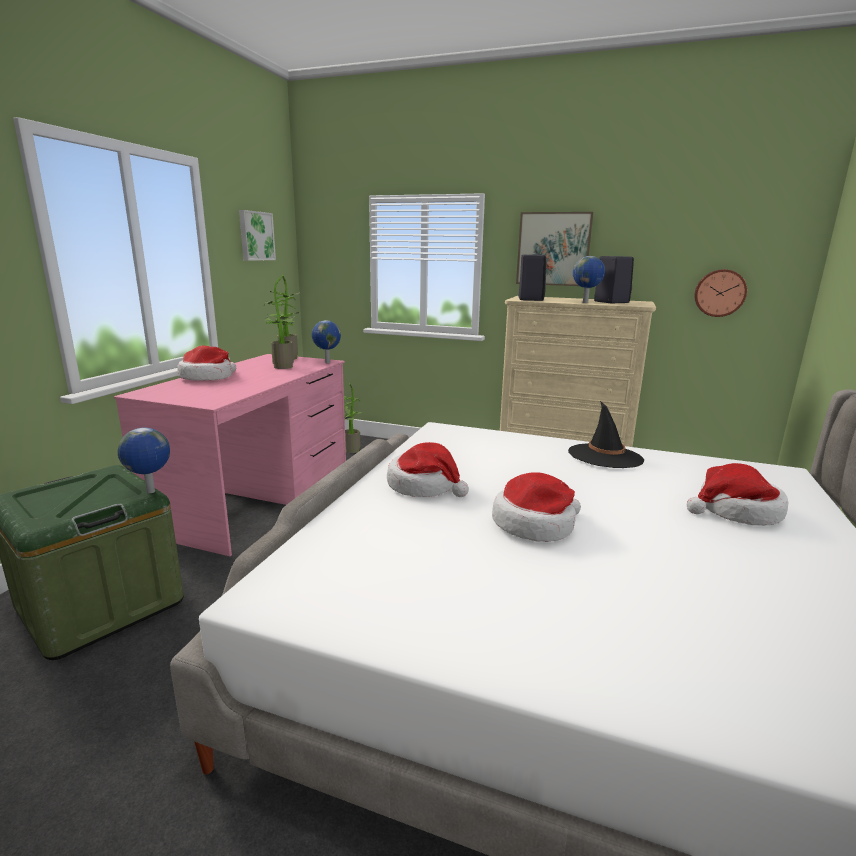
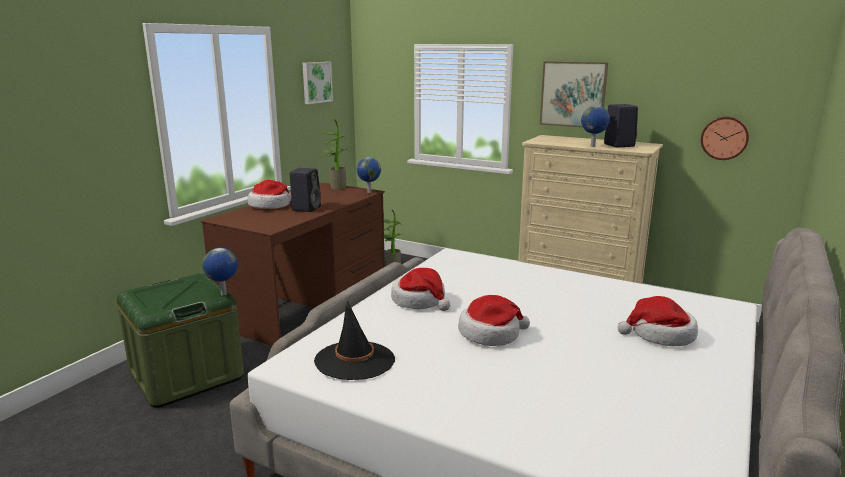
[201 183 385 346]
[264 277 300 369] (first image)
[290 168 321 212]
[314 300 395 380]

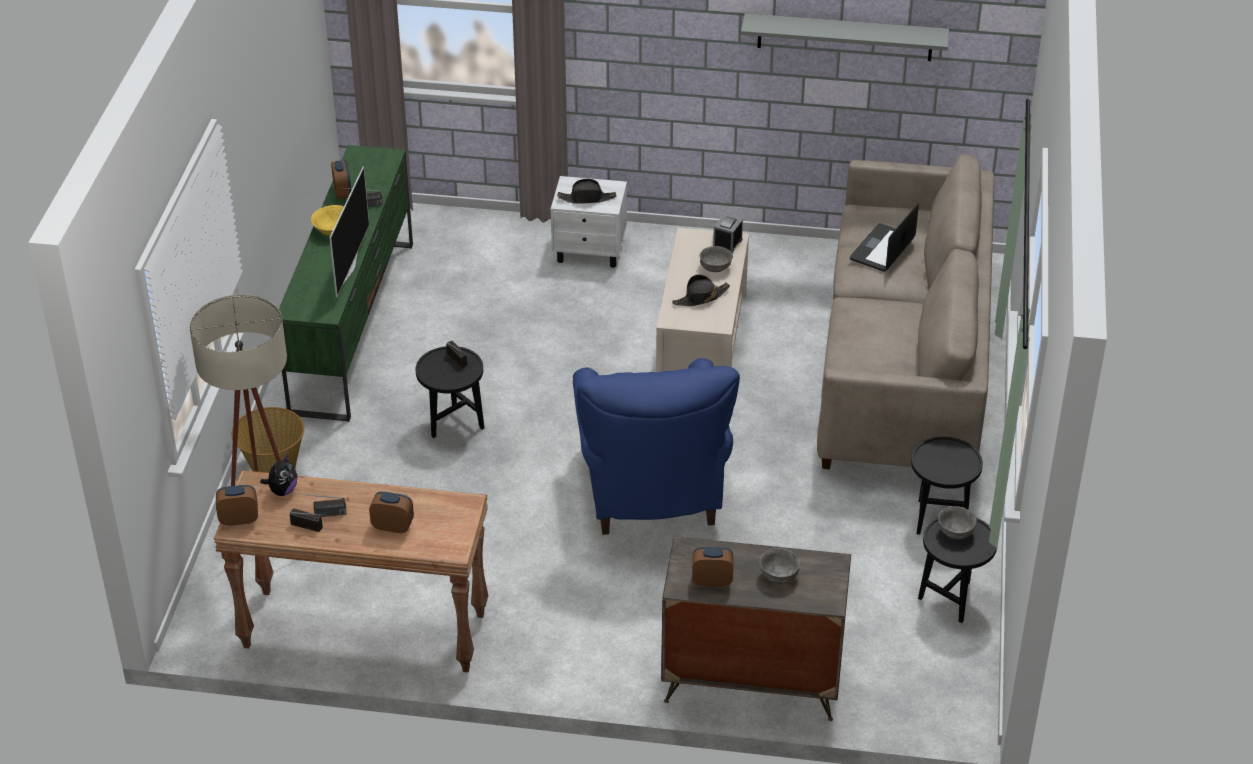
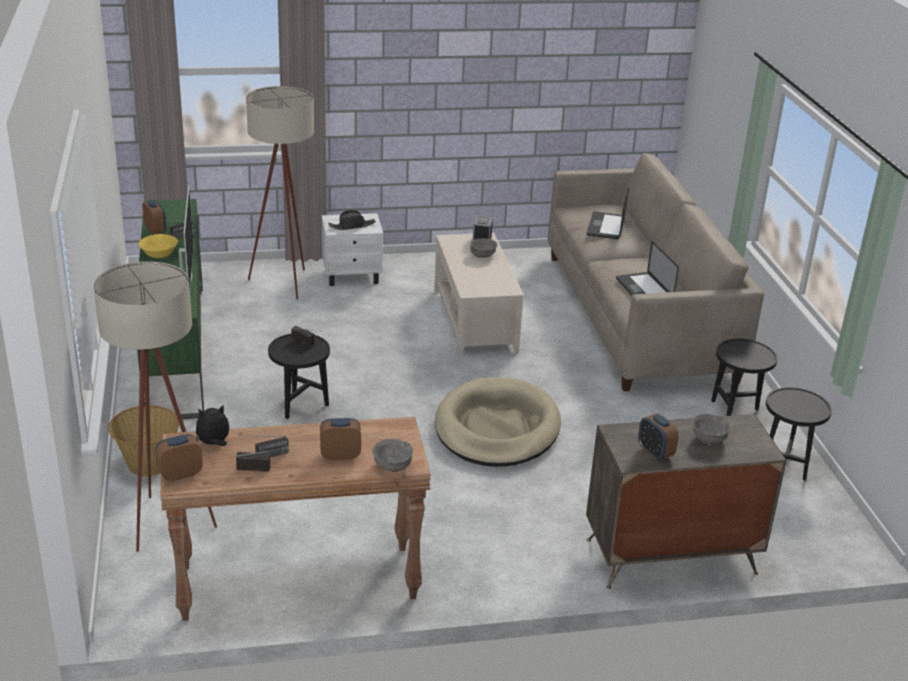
[195 405 229 446]
[435 377 561 467]
[672 274 730 306] (first image)
[638 413 678 460]
[741 13 949 61] (first image)
[372 439 413 472]
[246 86 314 300]
[616 241 679 295]

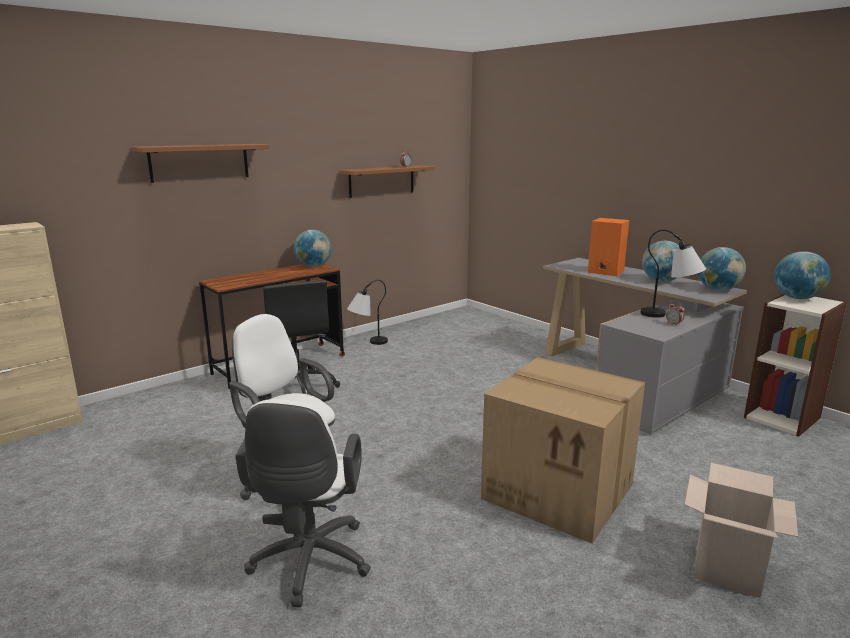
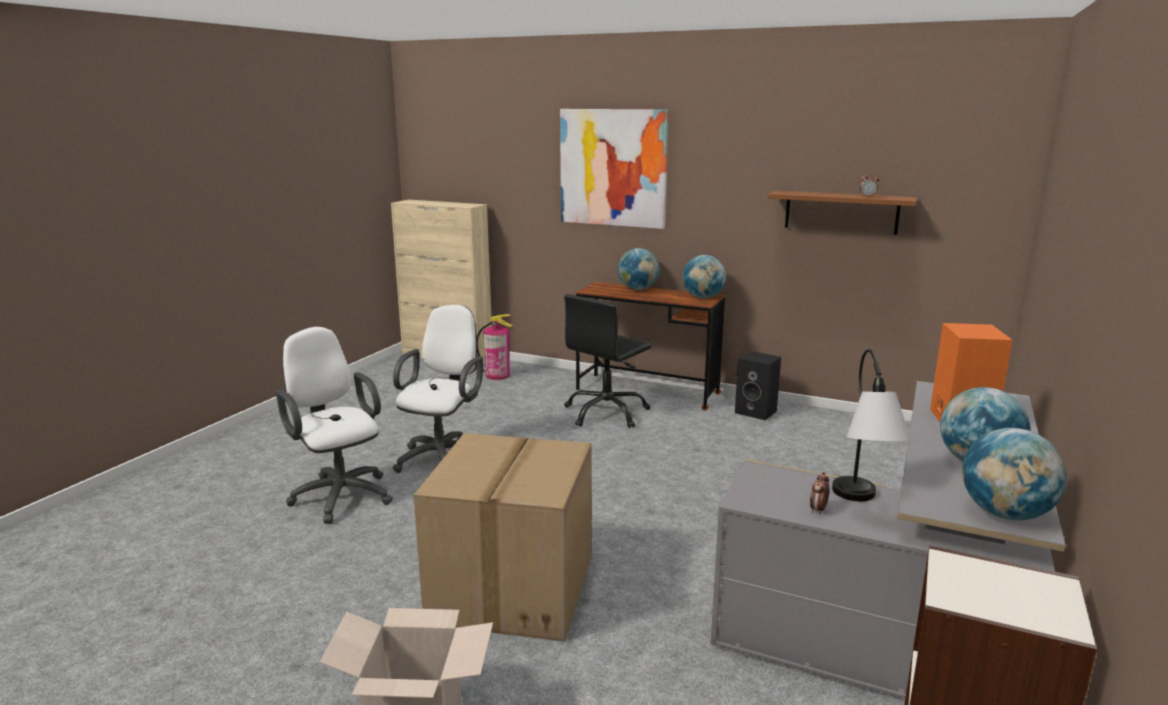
[560 109 669 229]
[276 327 393 524]
[735 351 781 420]
[618 248 659 290]
[477 314 513 380]

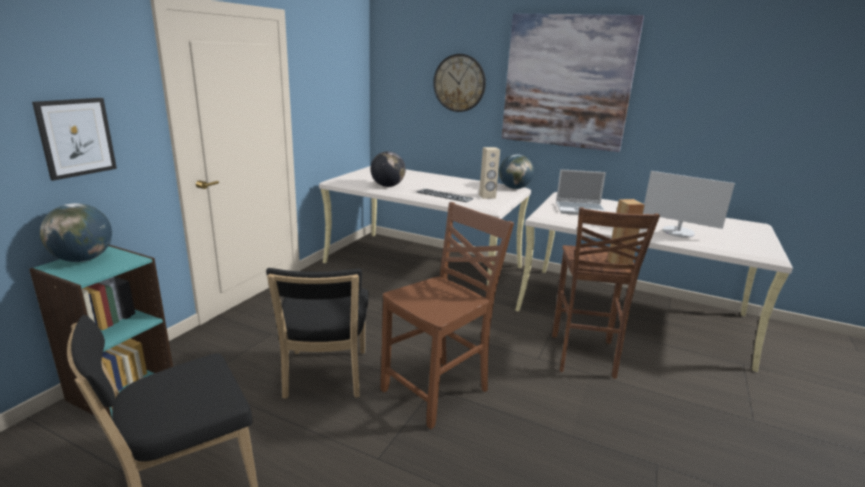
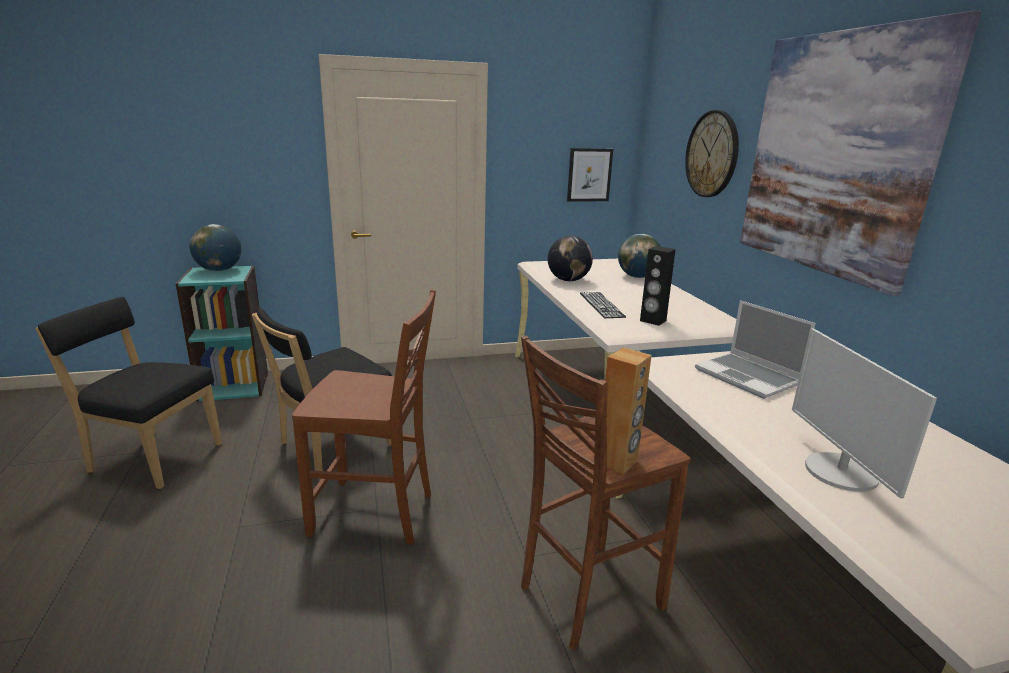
[567 148 613 202]
[640 246 676 326]
[618 234 661 278]

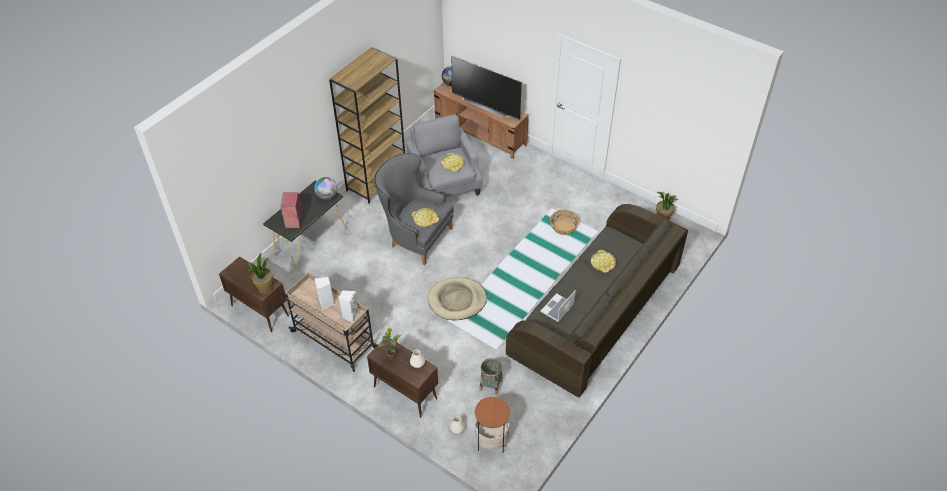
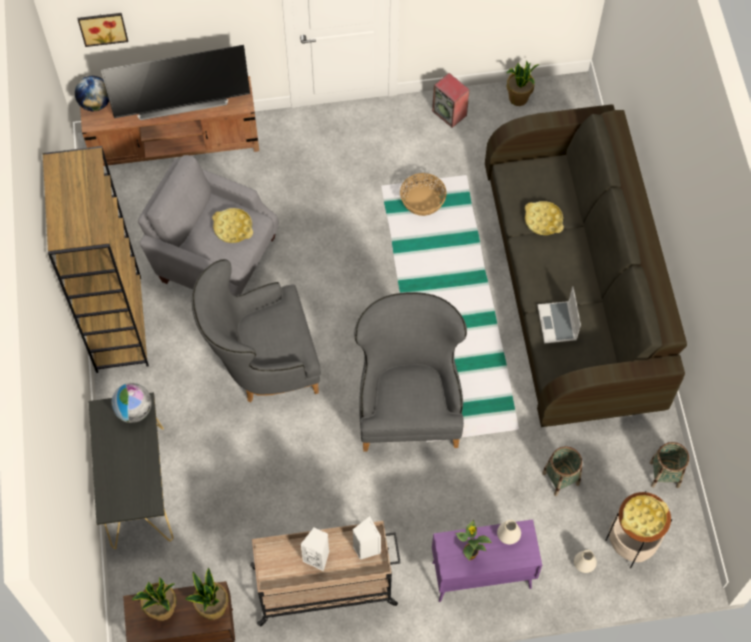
[432 73 470 128]
[432 519 542 602]
[621 495 668 537]
[354 292 467 452]
[78 13 128 47]
[132 577 177 621]
[649 442 689 488]

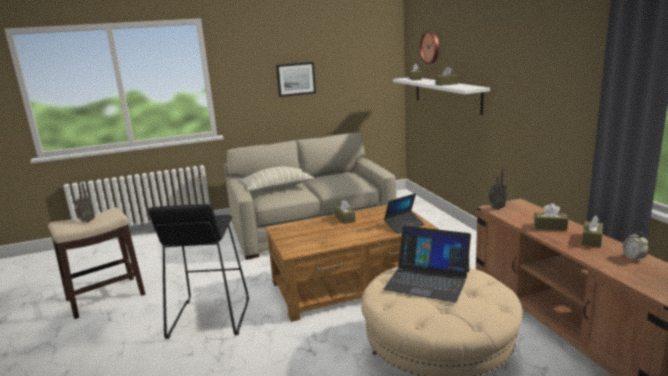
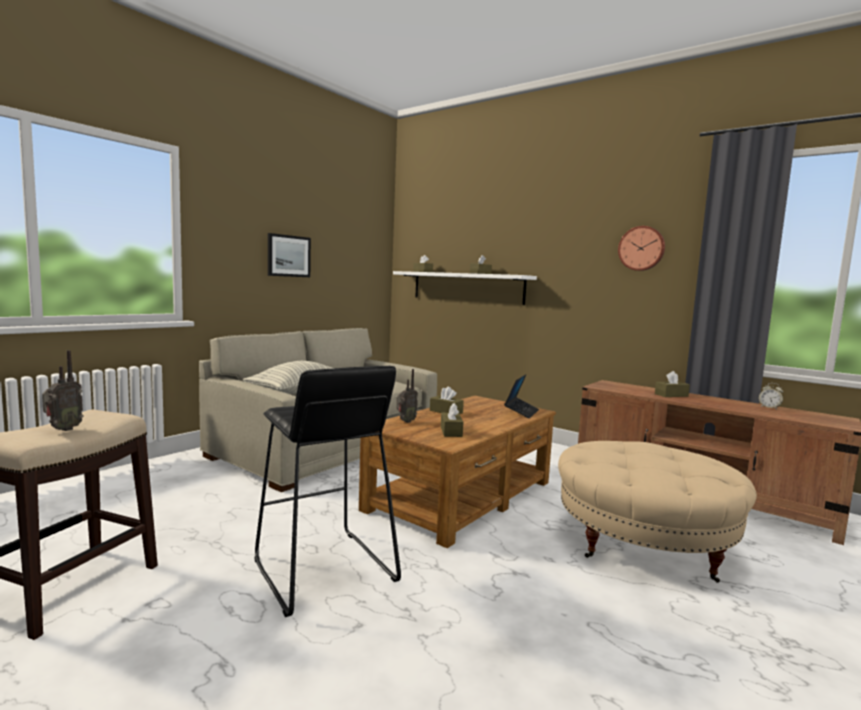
[384 226 471 303] (first image)
[618 226 665 271]
[396 369 418 423]
[441 403 464 437]

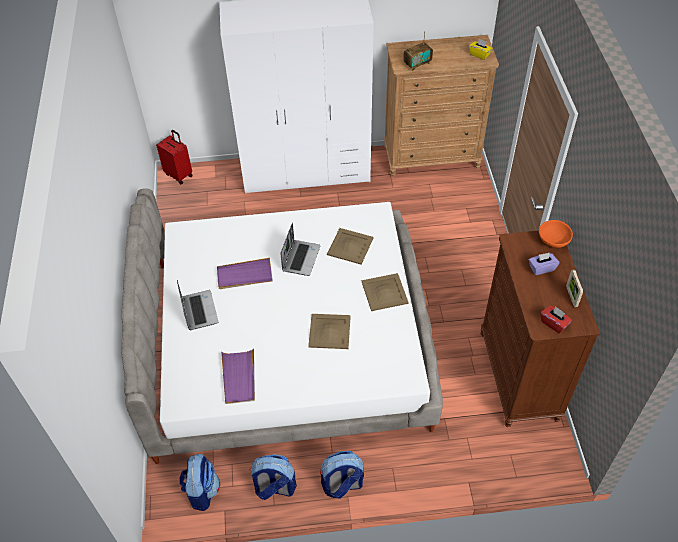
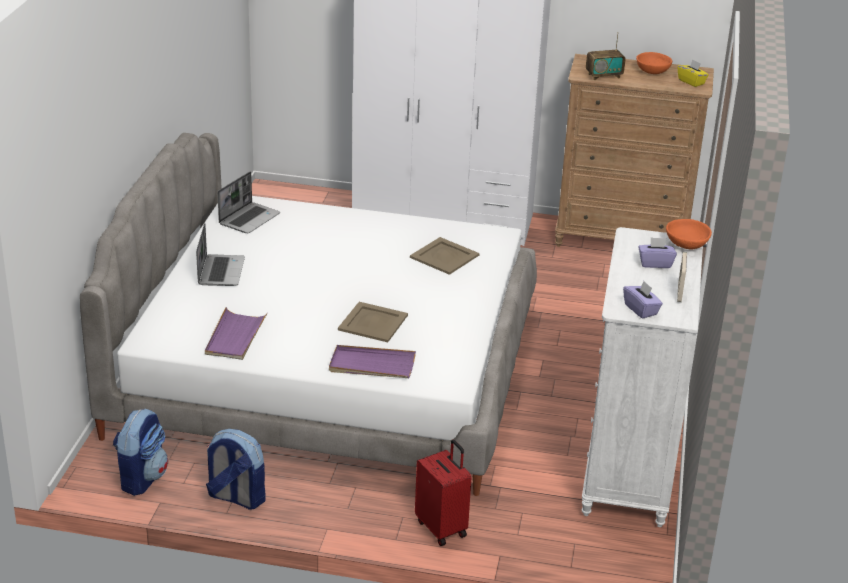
[415 440 472 546]
[329 345 416 378]
[217 171 280 233]
[320 451 364 499] (first image)
[362 273 409 311] (first image)
[582 227 703 527]
[623 281 663 319]
[636 52 672 74]

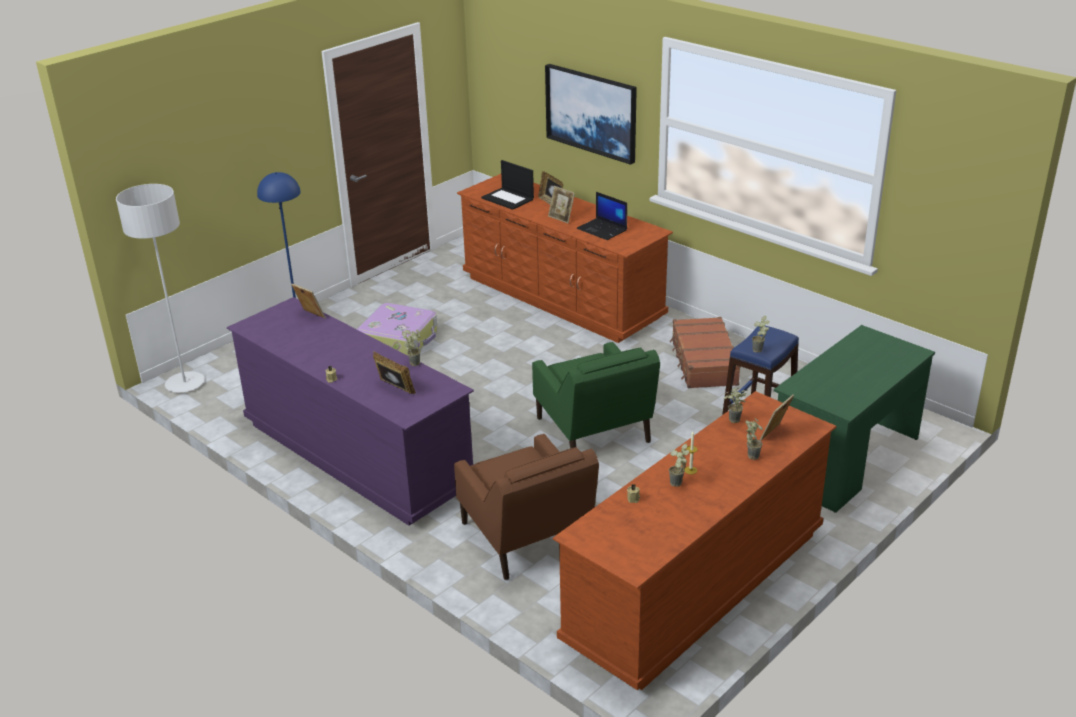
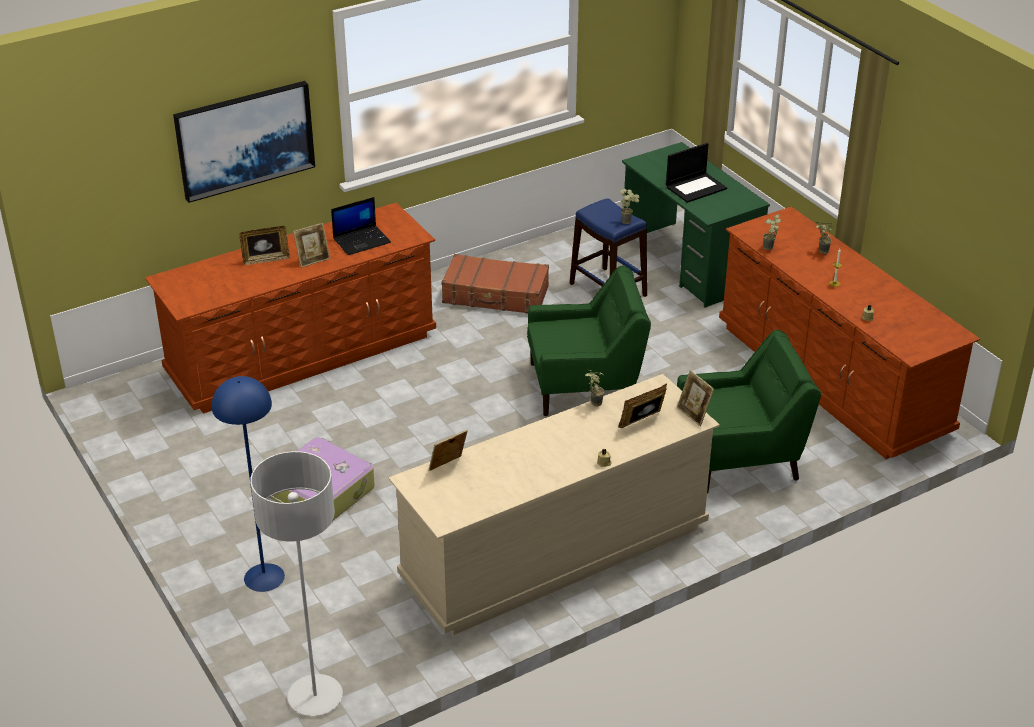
[389 374 720 635]
[677 330 821 493]
[666 143 727 203]
[669 443 689 487] (first image)
[677 370 714 426]

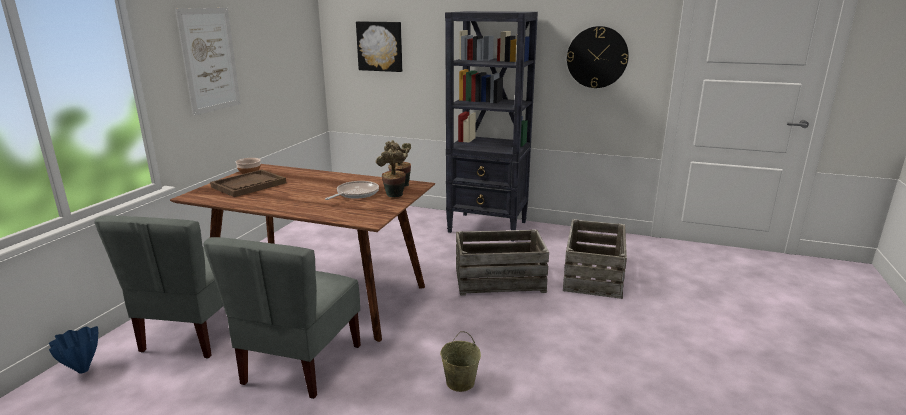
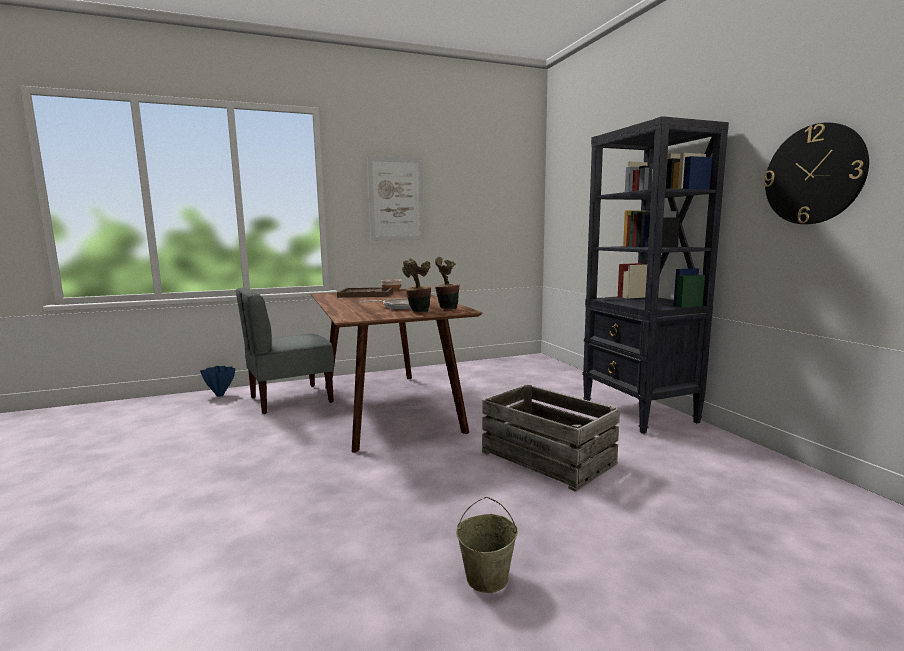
[203 237 361 399] (first image)
[356 21 402 72] (first image)
[456 497 517 593]
[563 219 627 299] (first image)

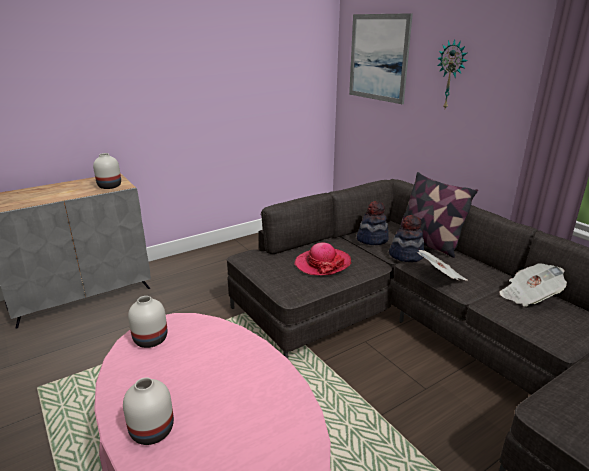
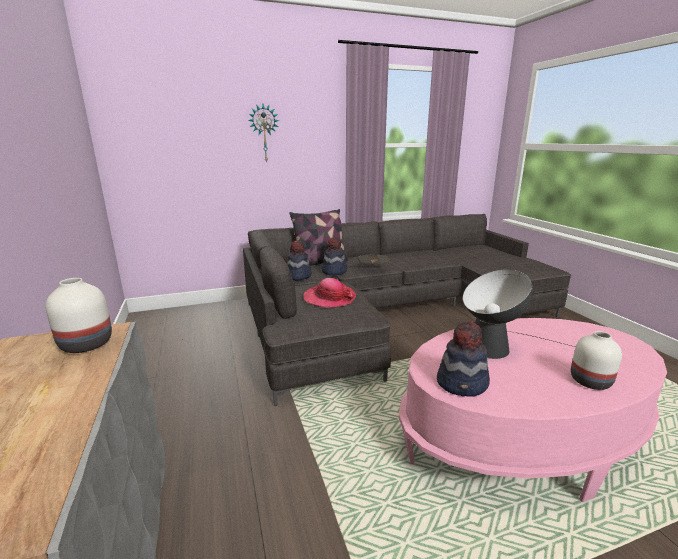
[437 321 490 397]
[349 13 413 104] (first image)
[499 263 567 307] (first image)
[462 269 575 359]

